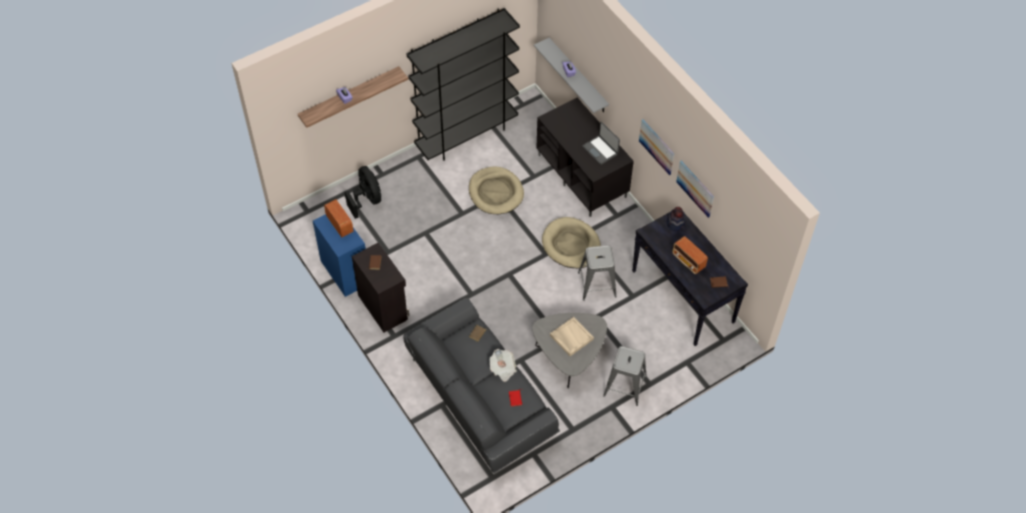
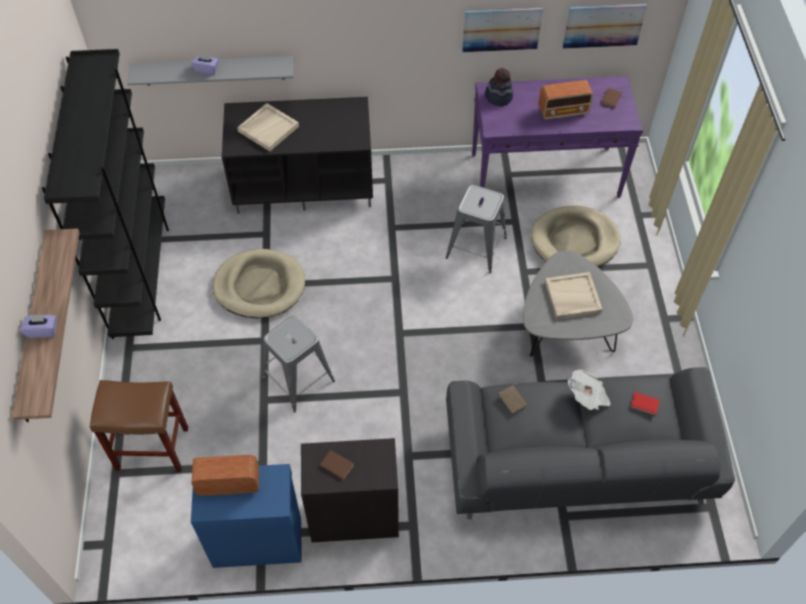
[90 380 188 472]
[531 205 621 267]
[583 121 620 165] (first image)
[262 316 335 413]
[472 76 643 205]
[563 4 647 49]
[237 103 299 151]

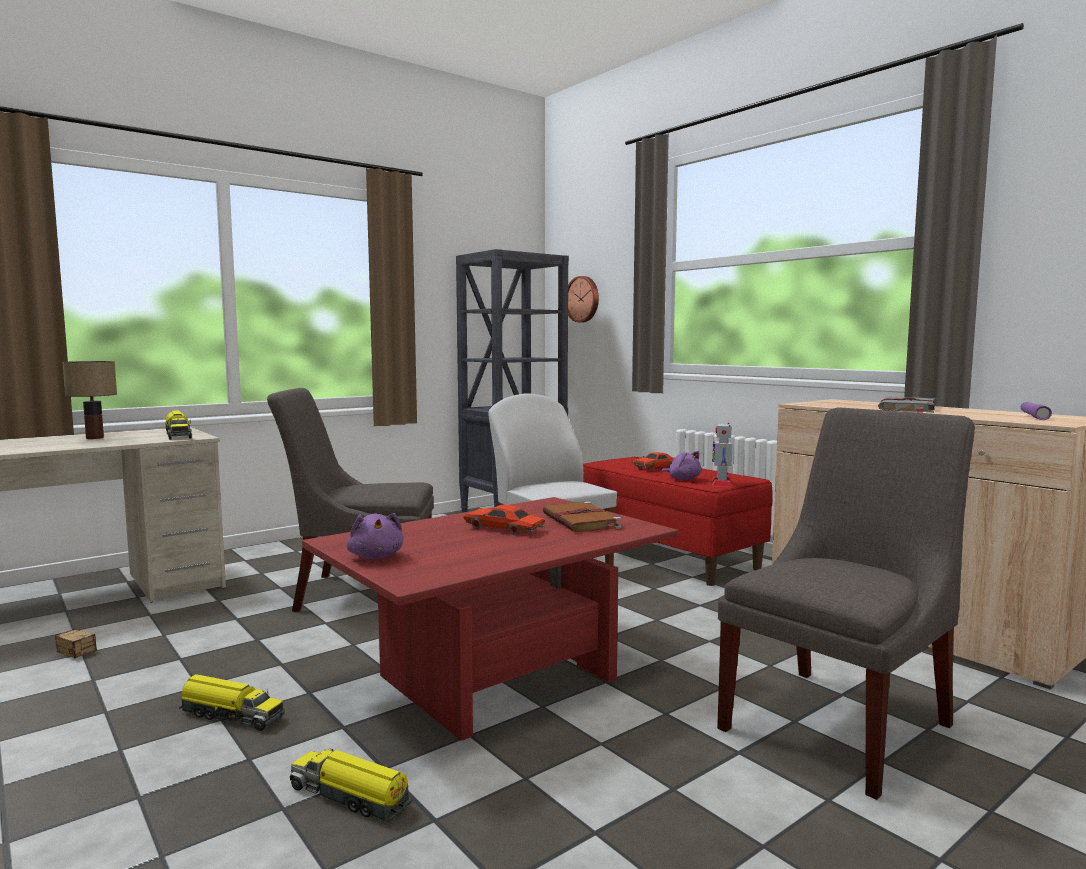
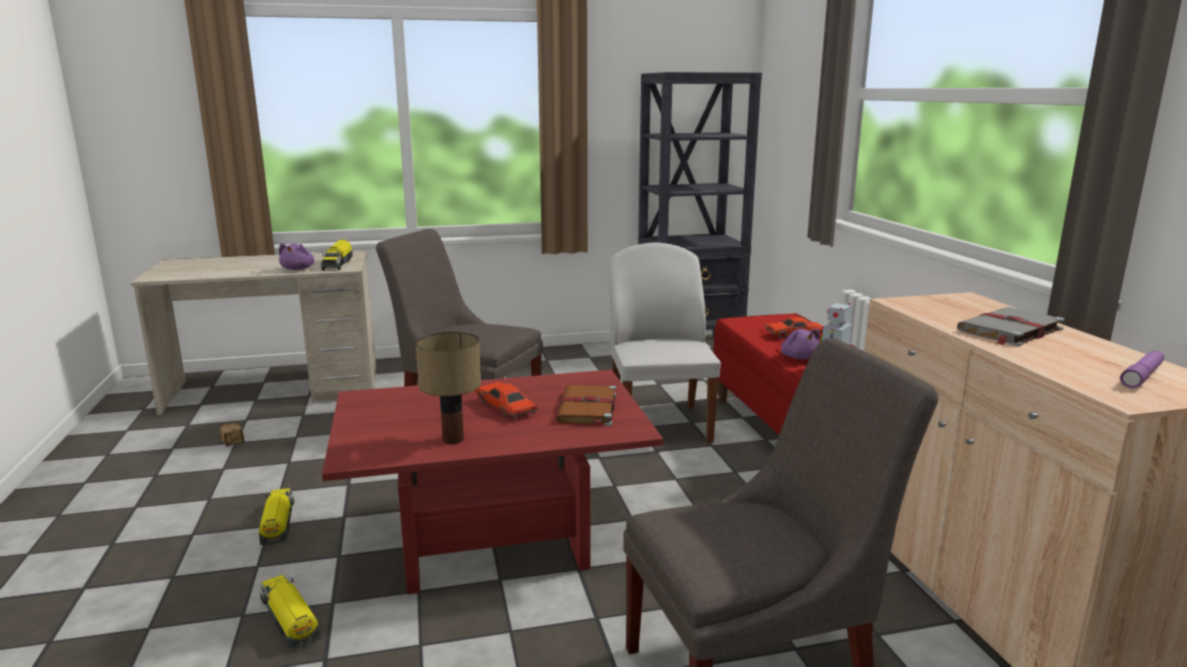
[416 332 481 444]
[259 488 295 545]
[279 243 314 270]
[568 276 599 323] (first image)

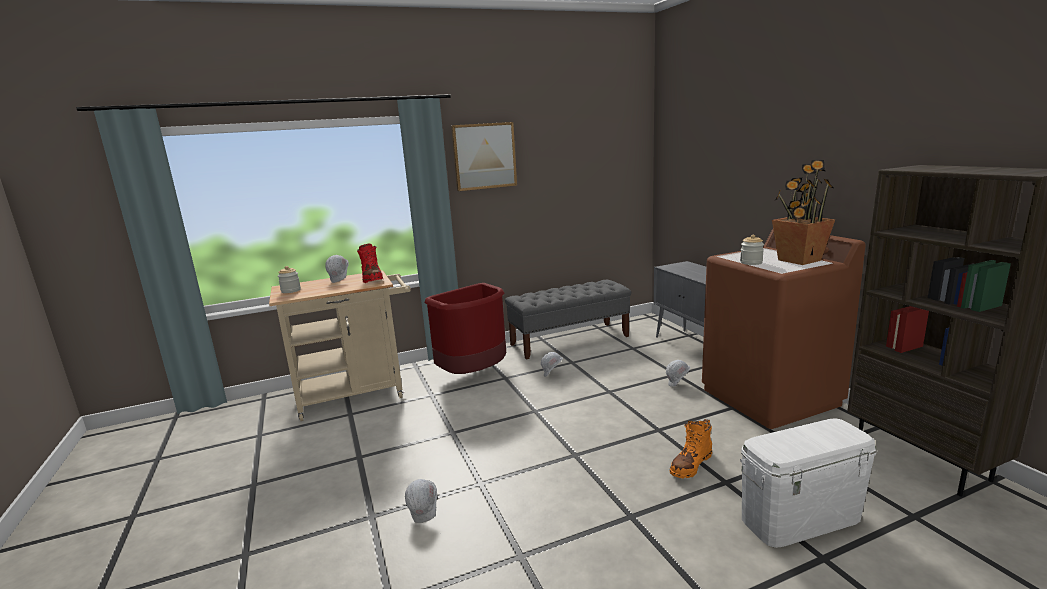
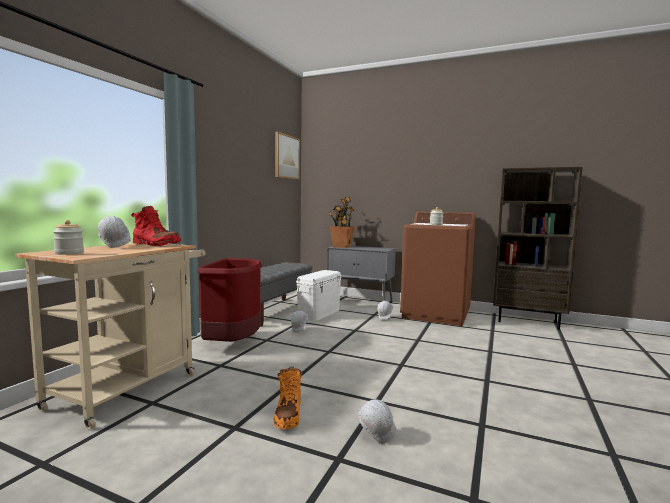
[275 132 300 180]
[274 366 302 429]
[296 270 342 321]
[329 197 355 248]

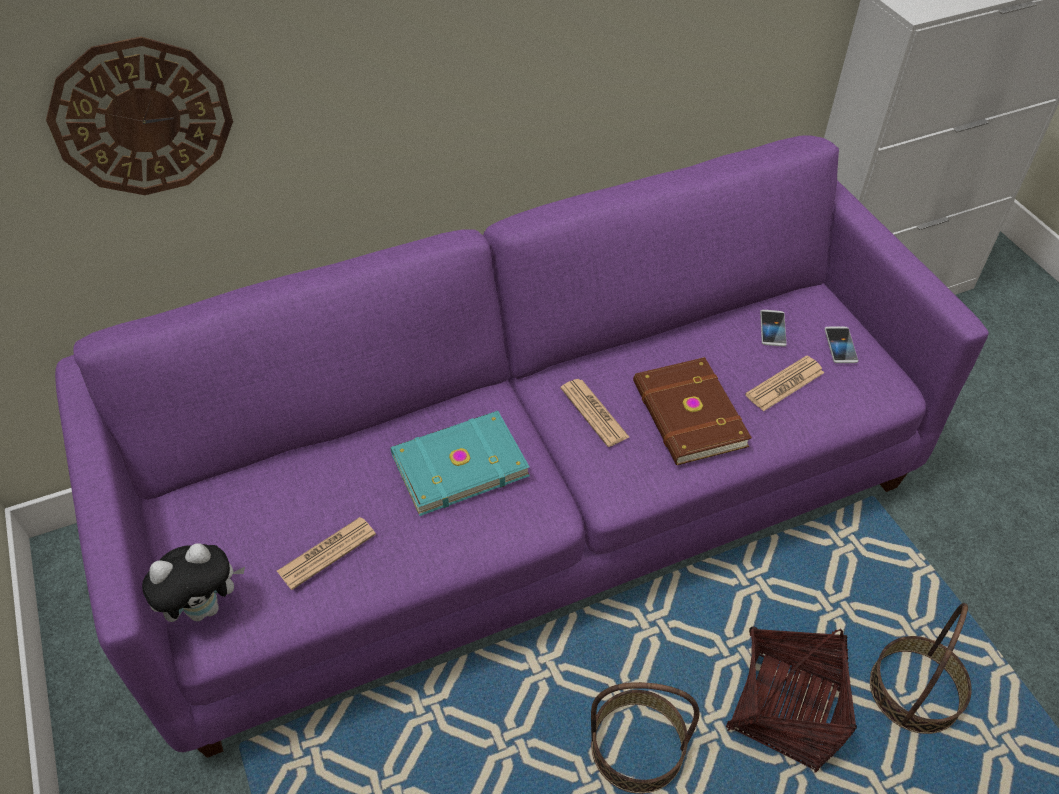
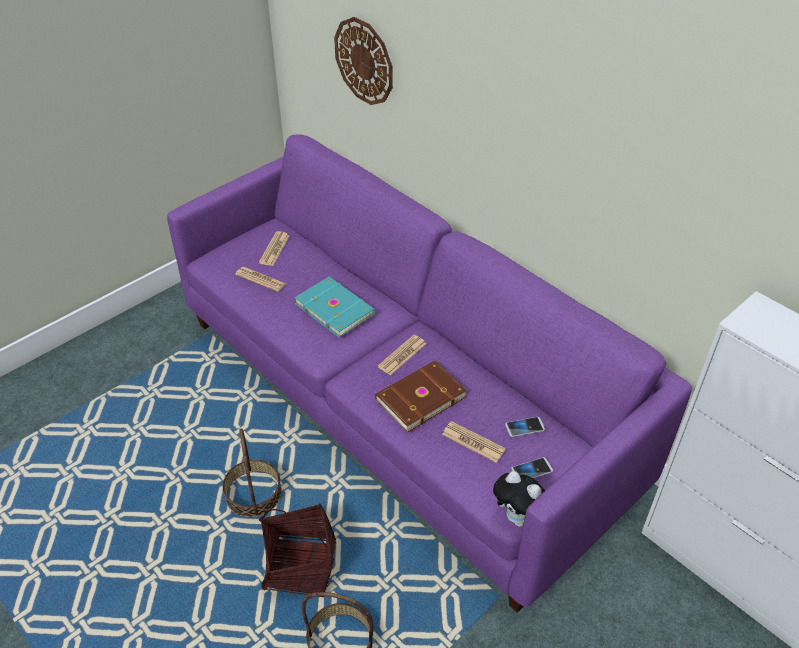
[493 471 545 527]
[259 231 290 266]

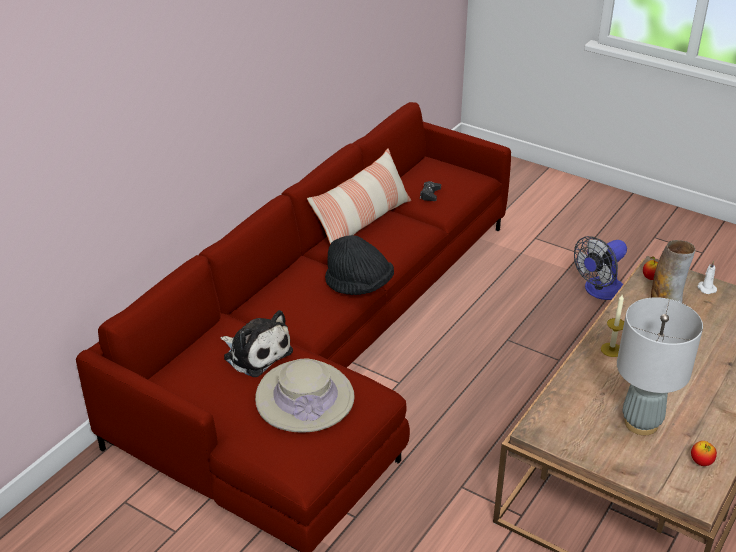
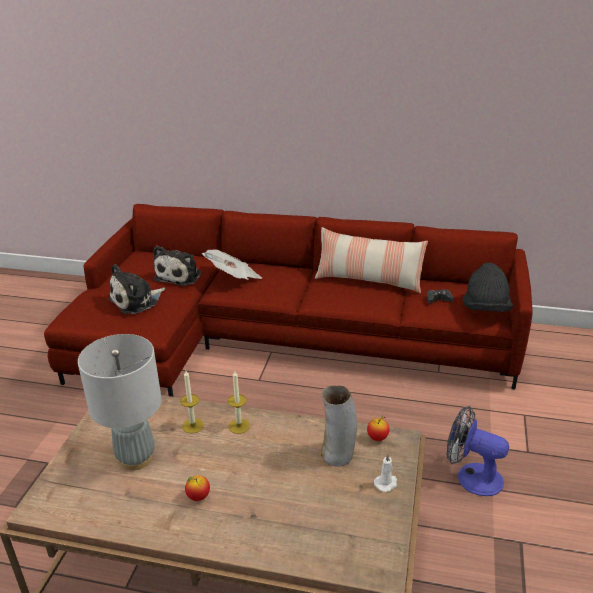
[109 264 165 314]
[463 262 513 312]
[185 475 210 501]
[180 371 204 434]
[202 249 262 280]

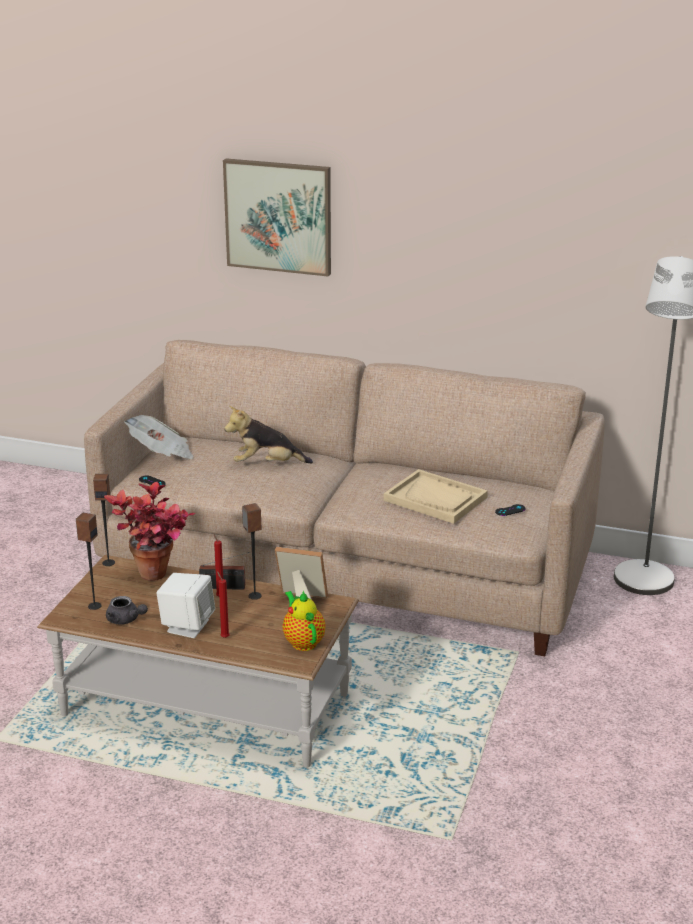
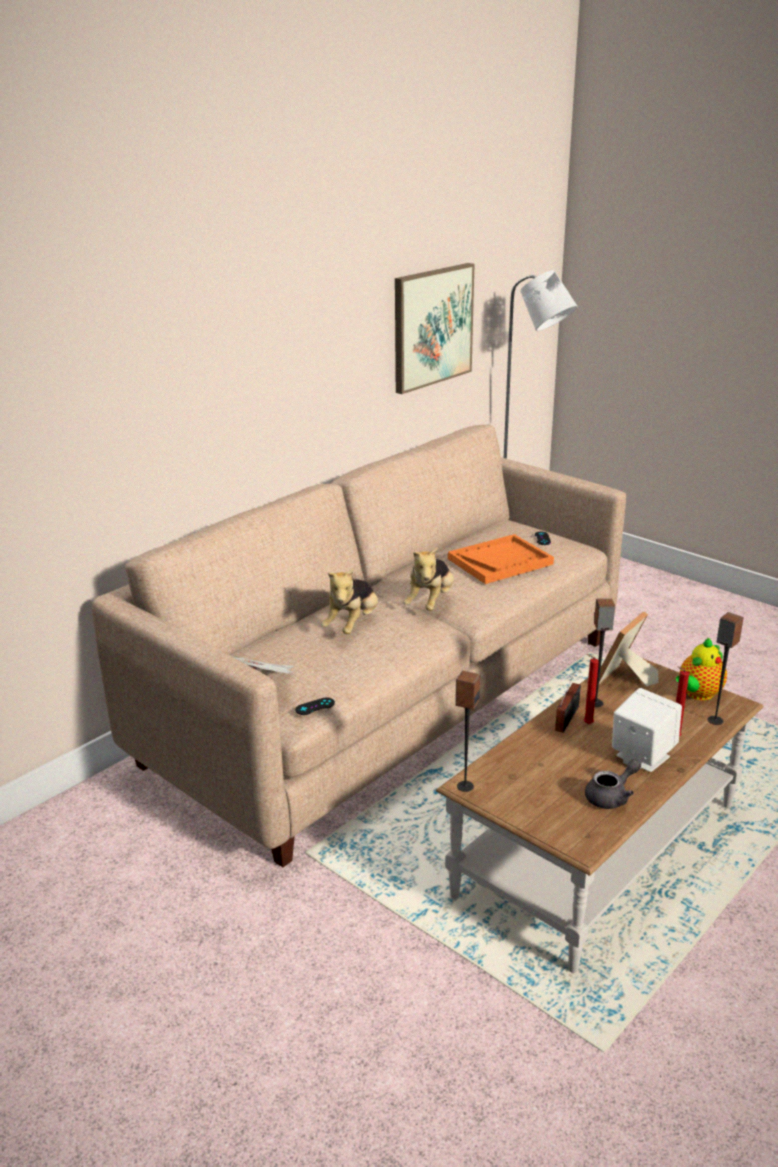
[707 612 744 725]
[104 482 196 581] (first image)
[395 263 475 394]
[676 638 727 700]
[448 534 554 584]
[403 547 454 611]

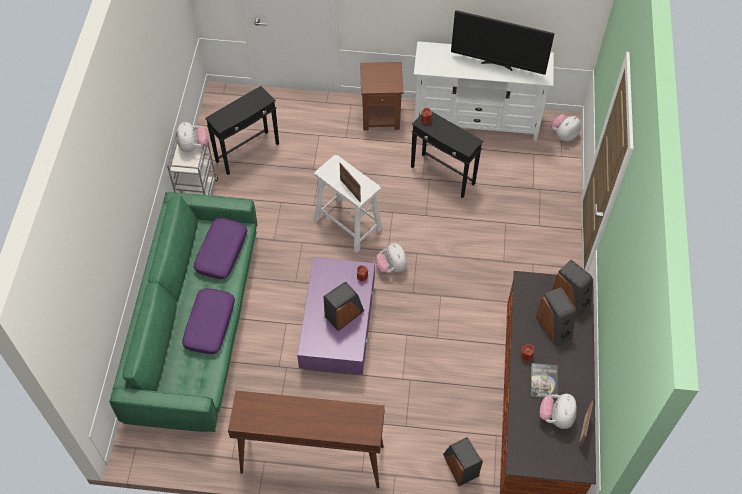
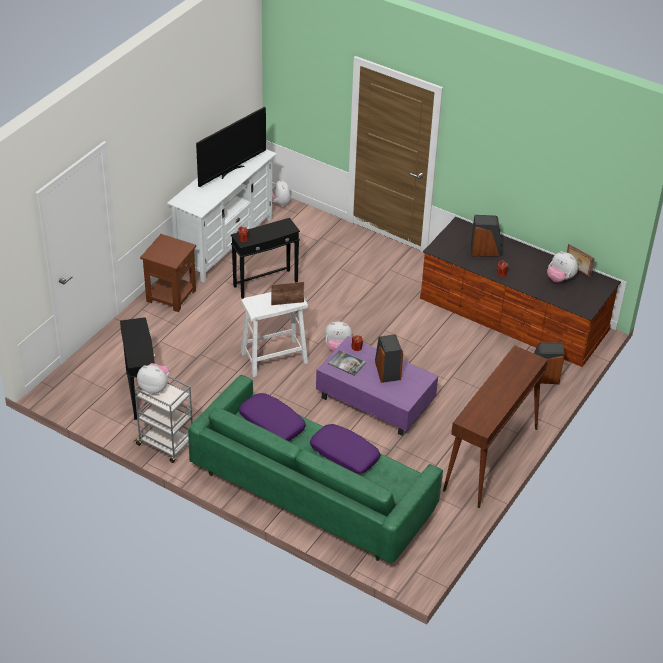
[328 350 366 376]
[552 259 593 316] (first image)

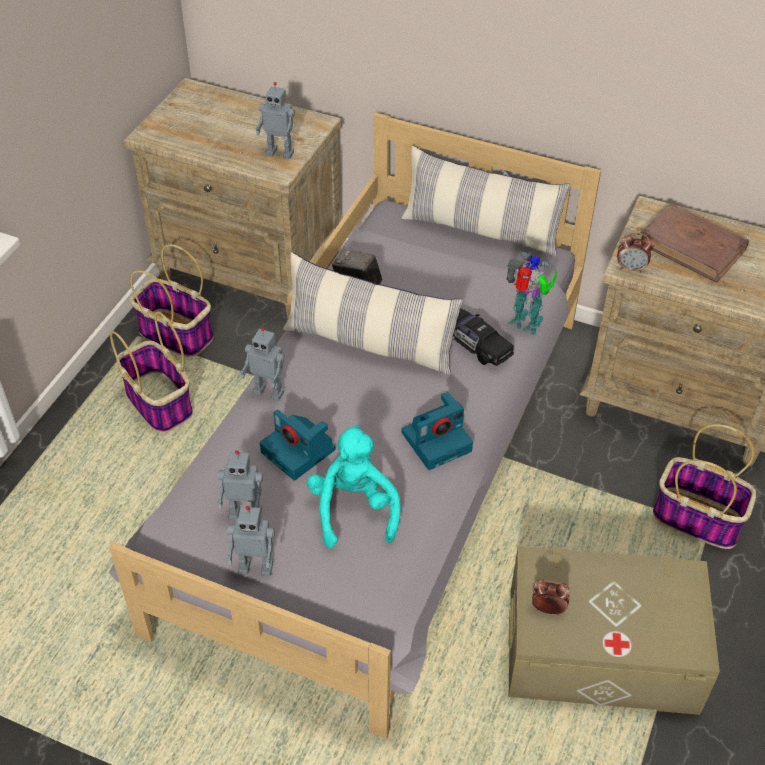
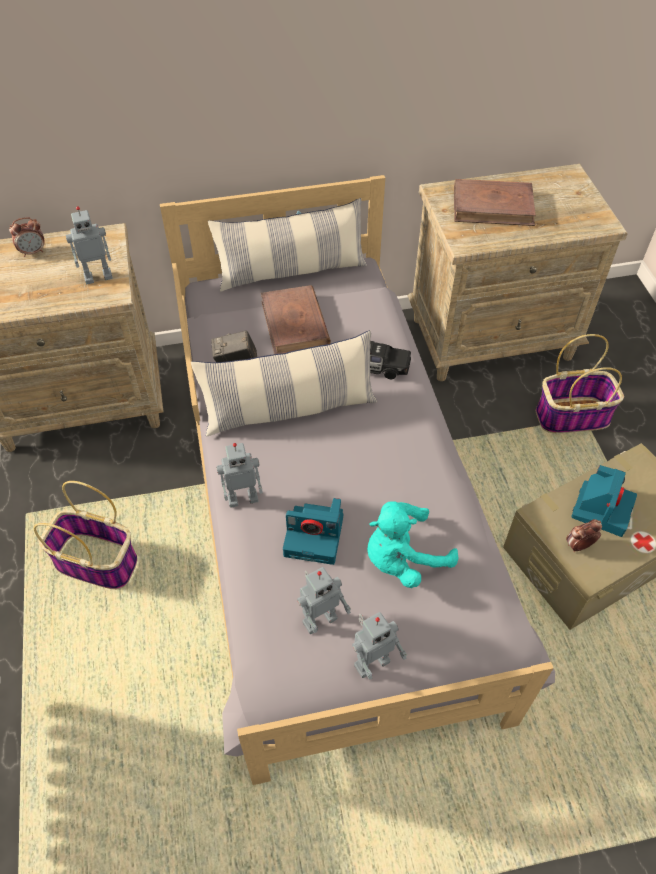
[130 244 214 357] (first image)
[367 501 458 588]
[571 465 637 537]
[506 252 557 335] (first image)
[9 217 45 257]
[261 285 331 354]

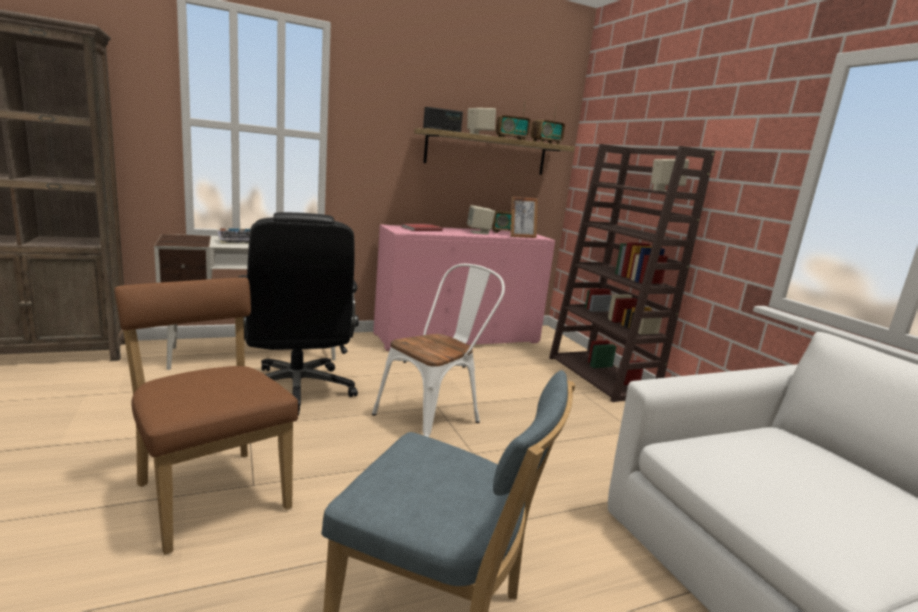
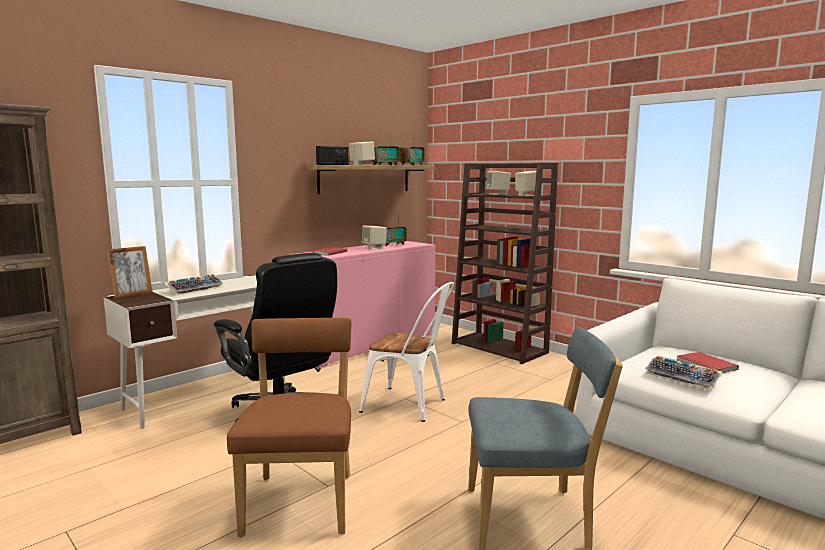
[227 318 351 537]
[359 282 454 422]
[107 246 153 298]
[486 171 511 195]
[645 356 723 391]
[677 352 739 373]

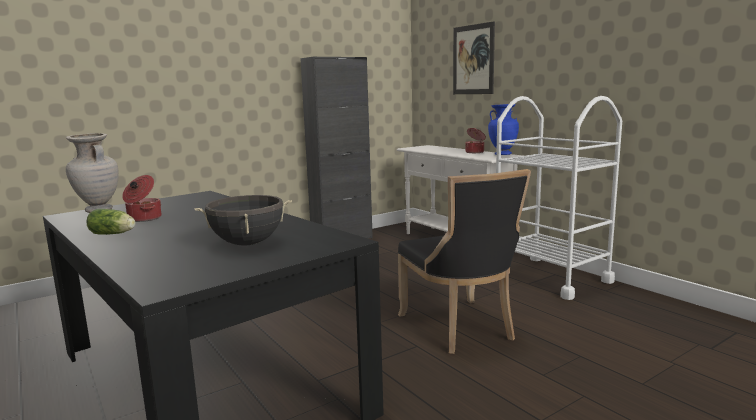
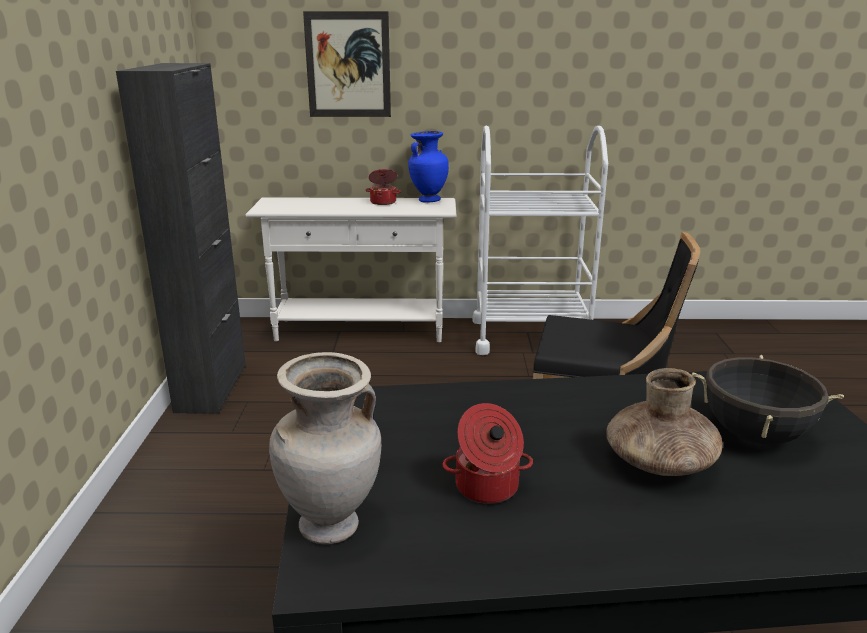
[86 209 135 235] (first image)
[606 368 723 476]

